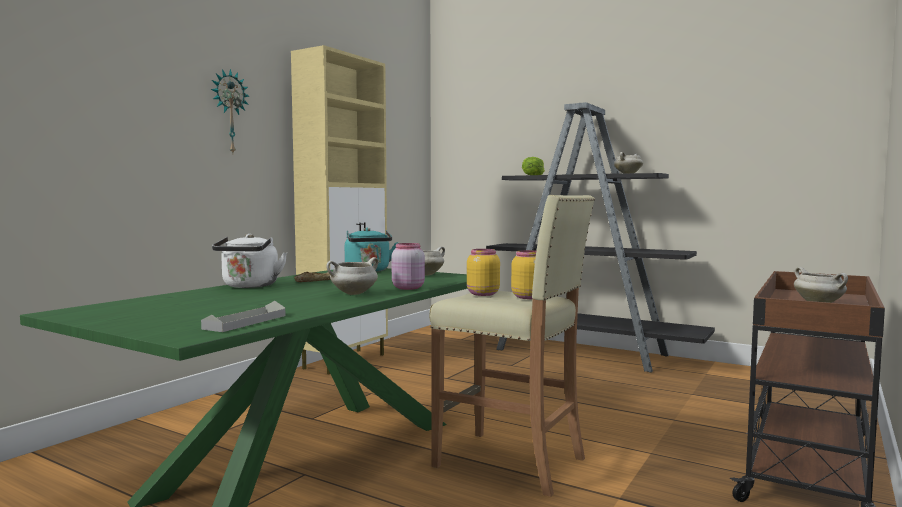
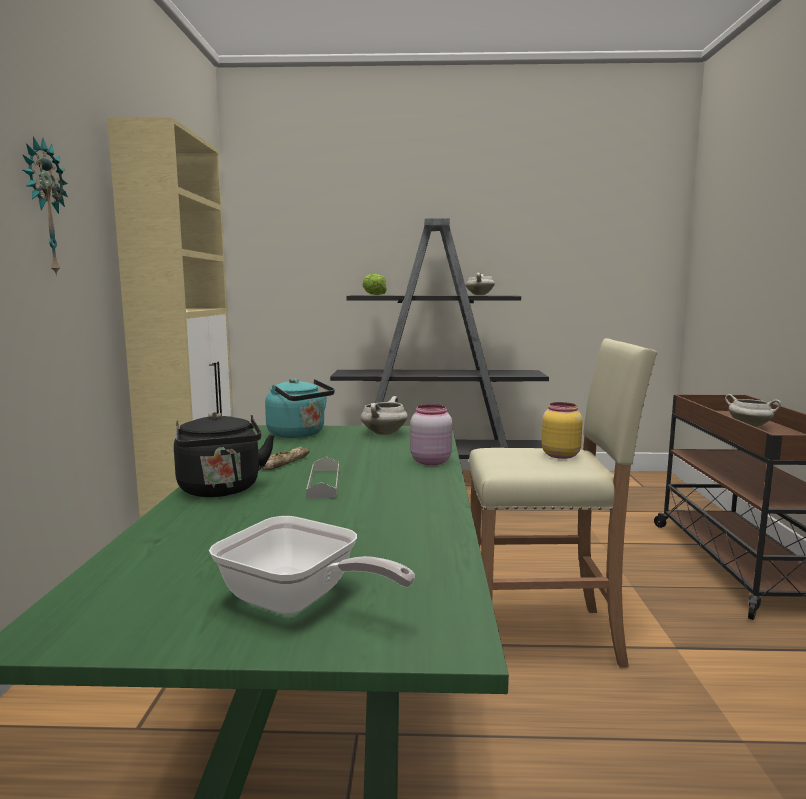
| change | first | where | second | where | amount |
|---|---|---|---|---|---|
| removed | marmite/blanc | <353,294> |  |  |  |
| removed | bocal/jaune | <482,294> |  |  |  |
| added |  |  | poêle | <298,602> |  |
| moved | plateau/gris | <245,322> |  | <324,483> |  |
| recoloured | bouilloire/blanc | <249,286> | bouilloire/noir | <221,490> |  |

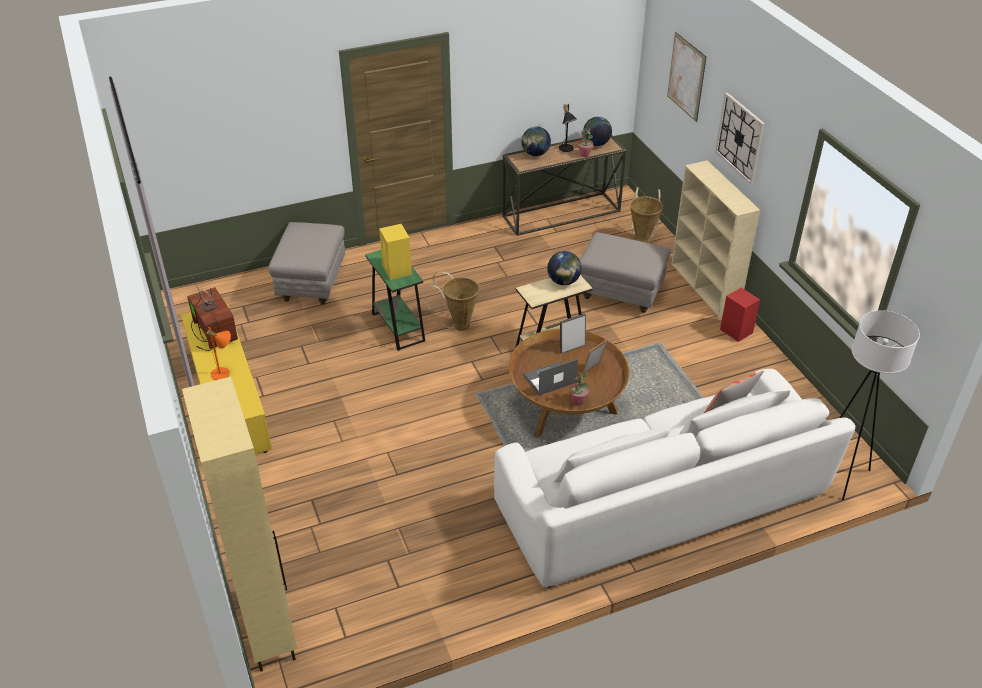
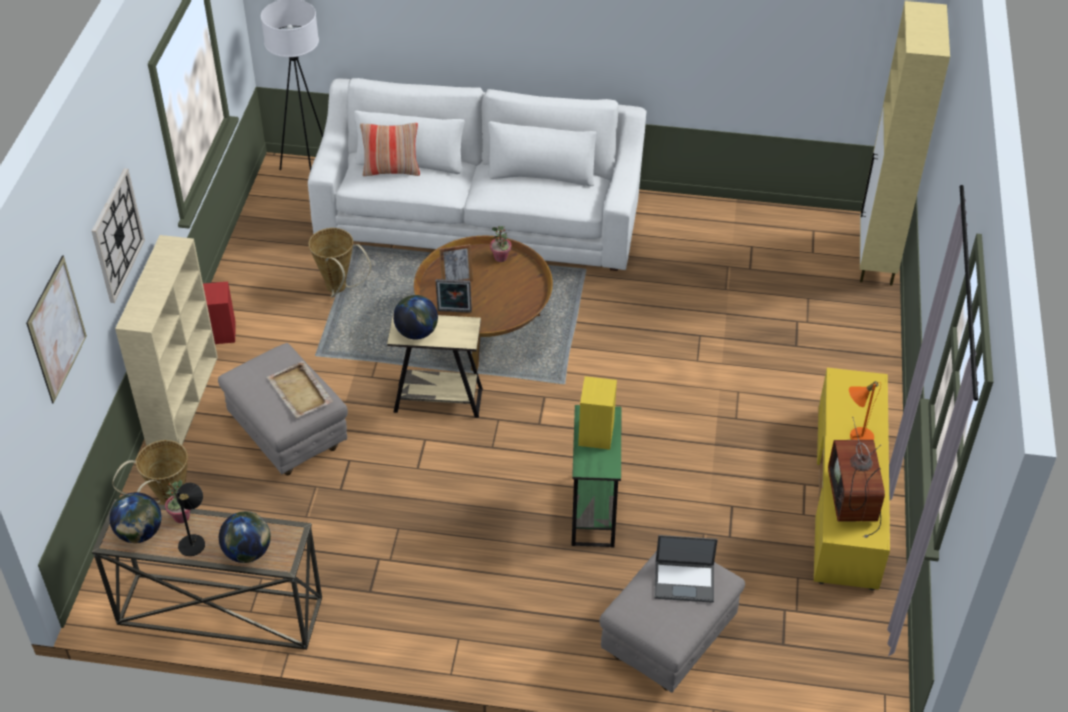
| change | first | where | second | where | amount |
|---|---|---|---|---|---|
| added |  |  | plateau/beige | <300,392> |  |
| moved | panier | <457,325> |  | <339,290> |  |
| moved | ordinateur portable | <549,379> |  | <685,581> |  |

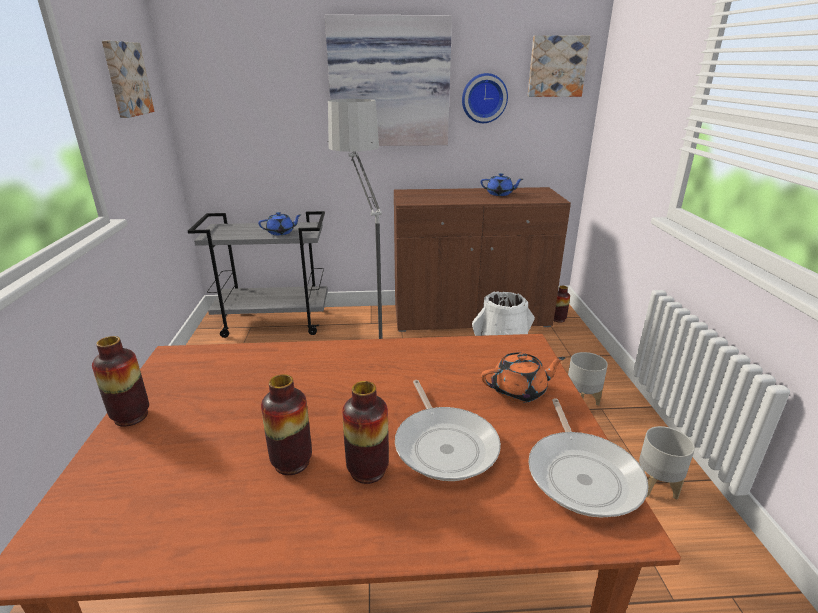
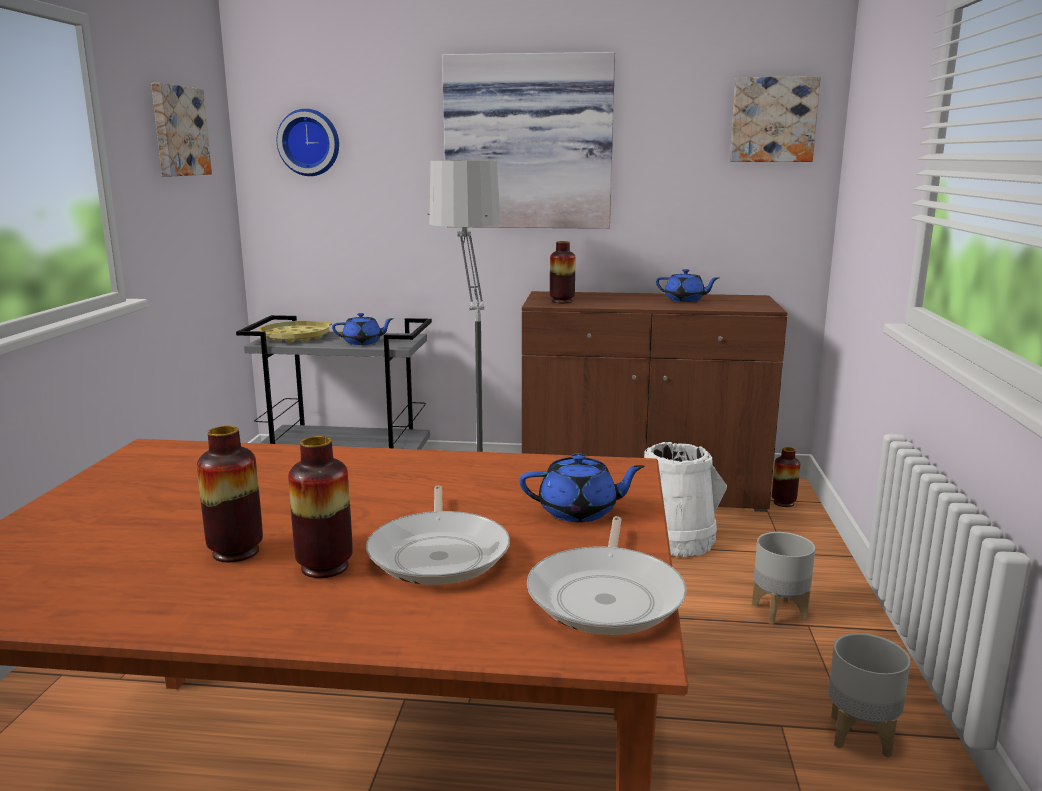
| change | first | where | second | where | amount |
|---|---|---|---|---|---|
| added |  |  | plateau/jaune | <295,337> |  |
| moved | vase | <131,416> |  | <562,301> |  |
| moved | horloge murale | <484,98> |  | <310,142> |  |
| recoloured | théière/orange | <519,391> | théière/bleu | <579,512> |  |

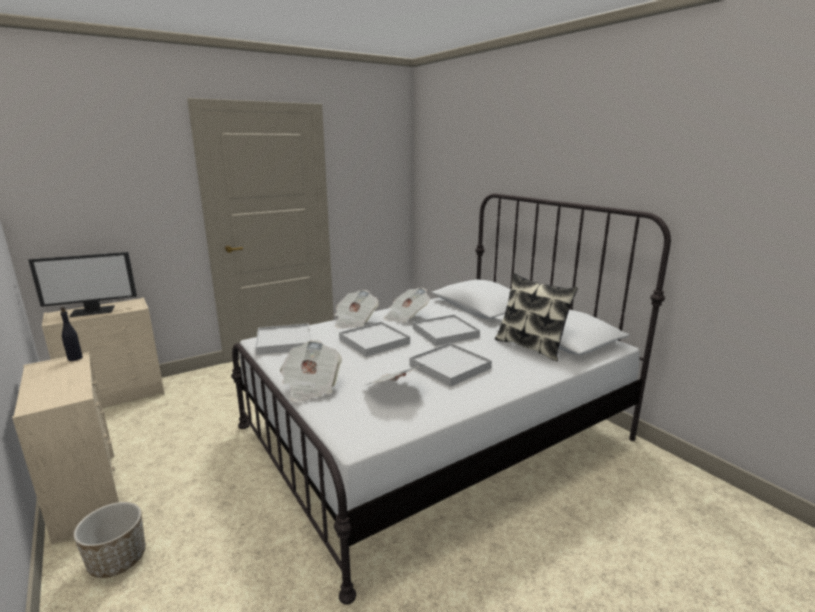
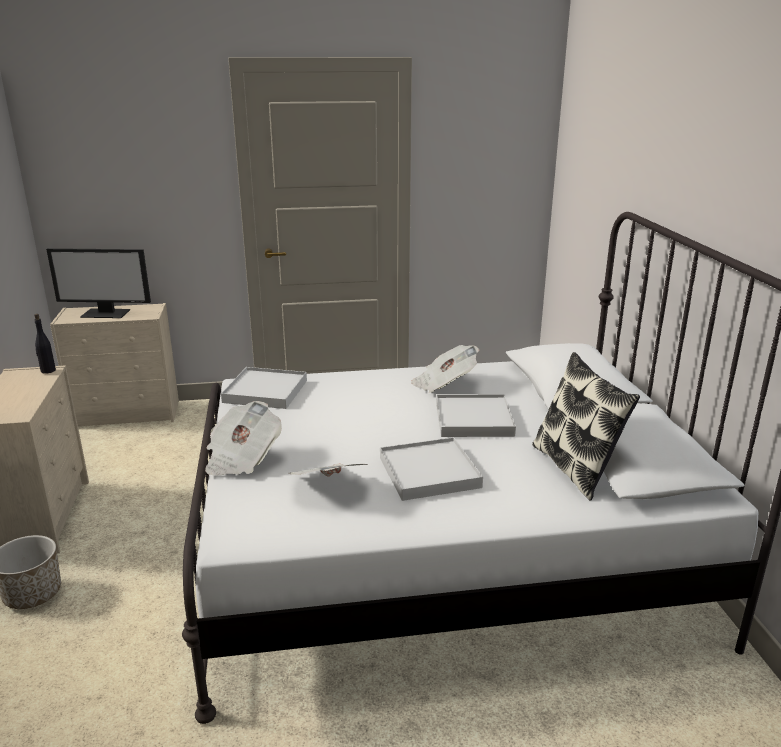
| change | first | where | second | where | amount |
|---|---|---|---|---|---|
| removed | journal | <354,321> |  |  |  |
| removed | plateau/blanc | <374,341> |  |  |  |

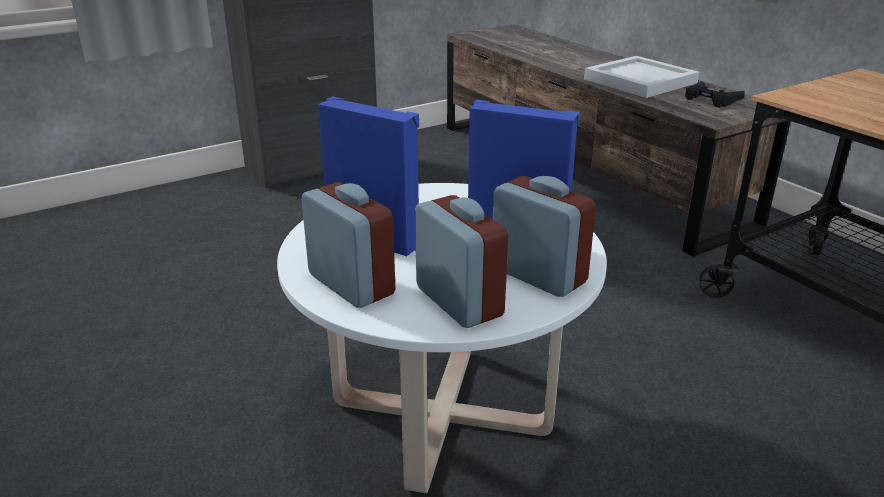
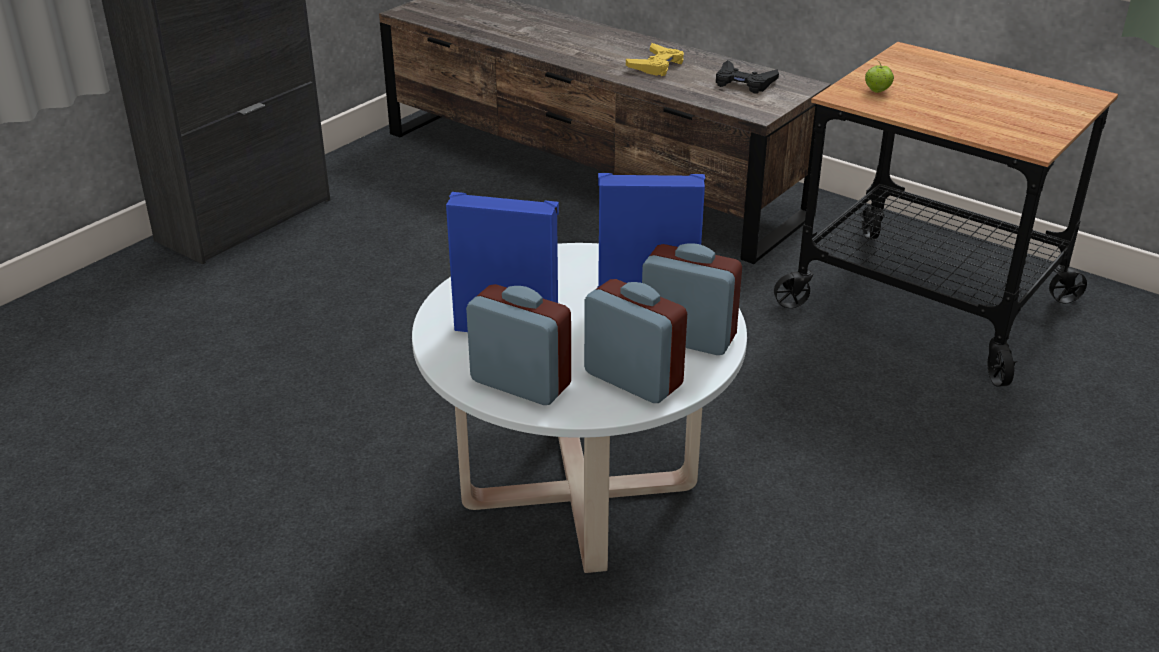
| change | first | where | second | where | amount |
|---|---|---|---|---|---|
| added |  |  | pomme | <877,91> |  |
| replaced | plateau/blanc | <640,81> | manette/jaune | <656,65> |  |

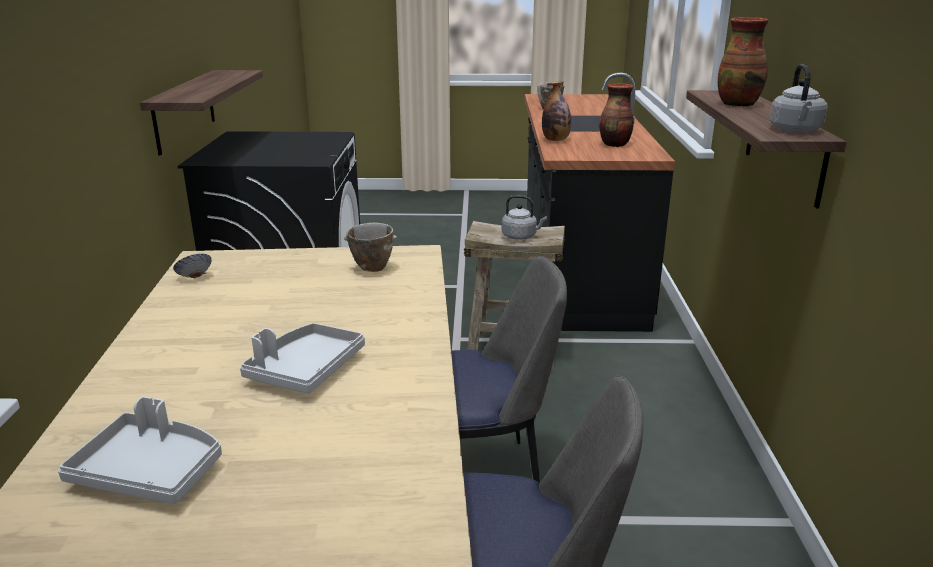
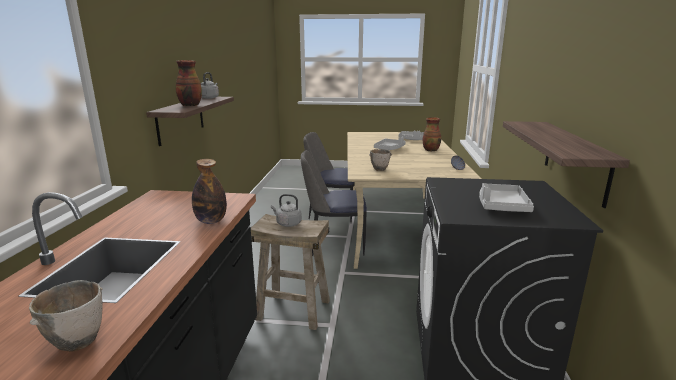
| change | first | where | second | where | amount |
|---|---|---|---|---|---|
| added |  |  | plateau/gris | <501,205> |  |
| moved | vase | <614,145> |  | <430,150> |  |

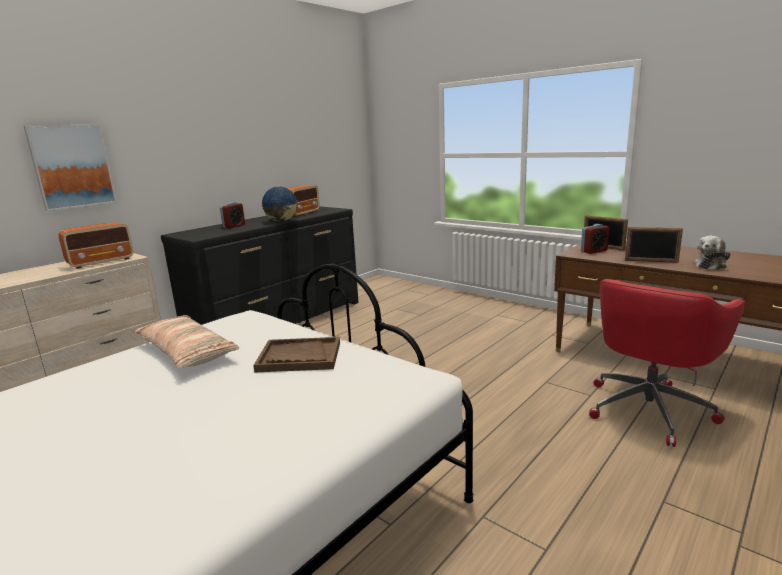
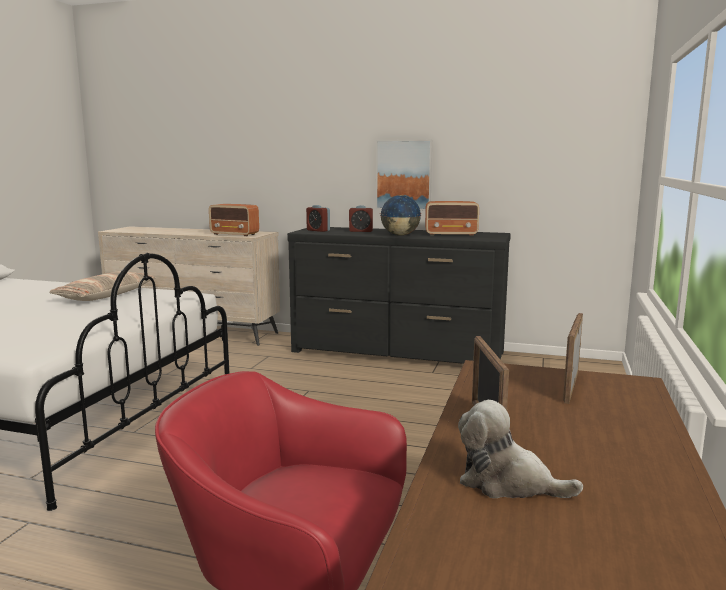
| change | first | where | second | where | amount |
|---|---|---|---|---|---|
| removed | plateau/marron | <299,357> |  |  |  |
| moved | tableau | <72,166> |  | <404,175> |  |
| moved | réveil | <594,251> |  | <318,230> |  |

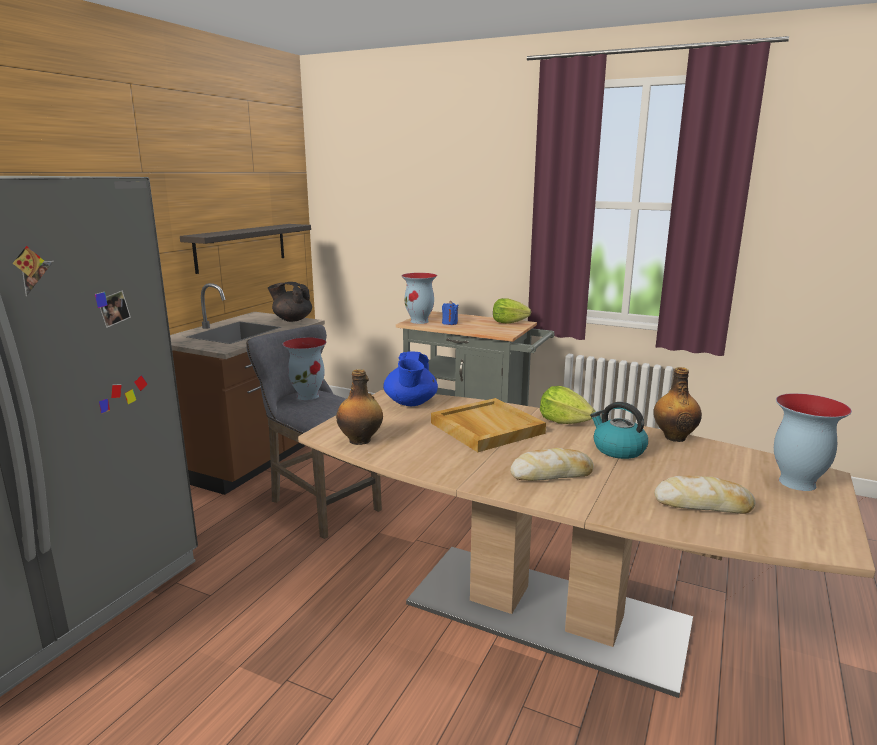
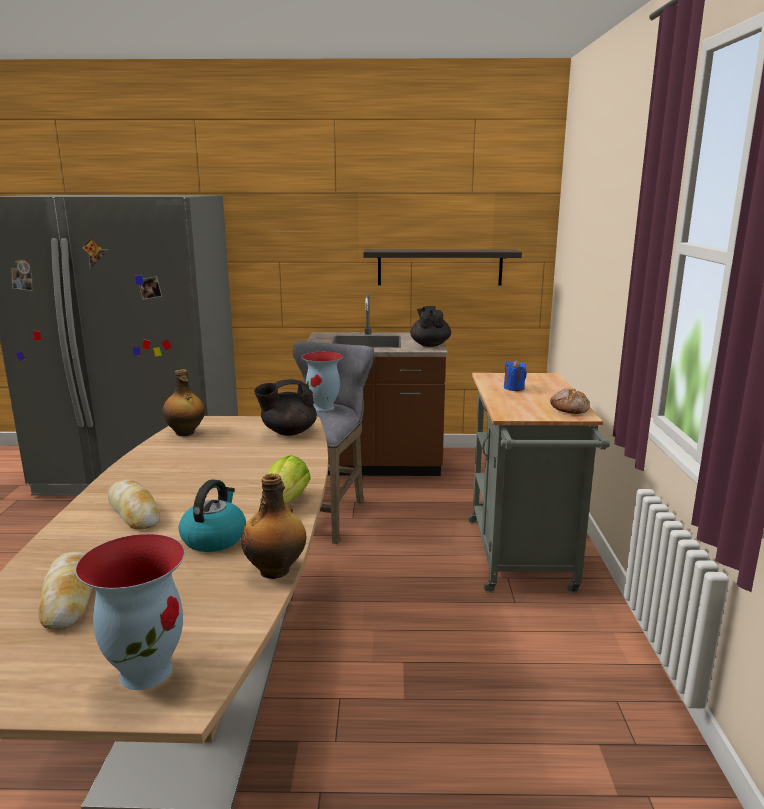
| change | first | where | second | where | amount |
|---|---|---|---|---|---|
| removed | vase | <420,321> |  |  |  |
| removed | plateau/beige | <485,428> |  |  |  |
| replaced | laitue | <508,322> | pain | <570,409> |  |
| recoloured | théière/bleu | <410,403> | théière/noir | <288,432> |  |

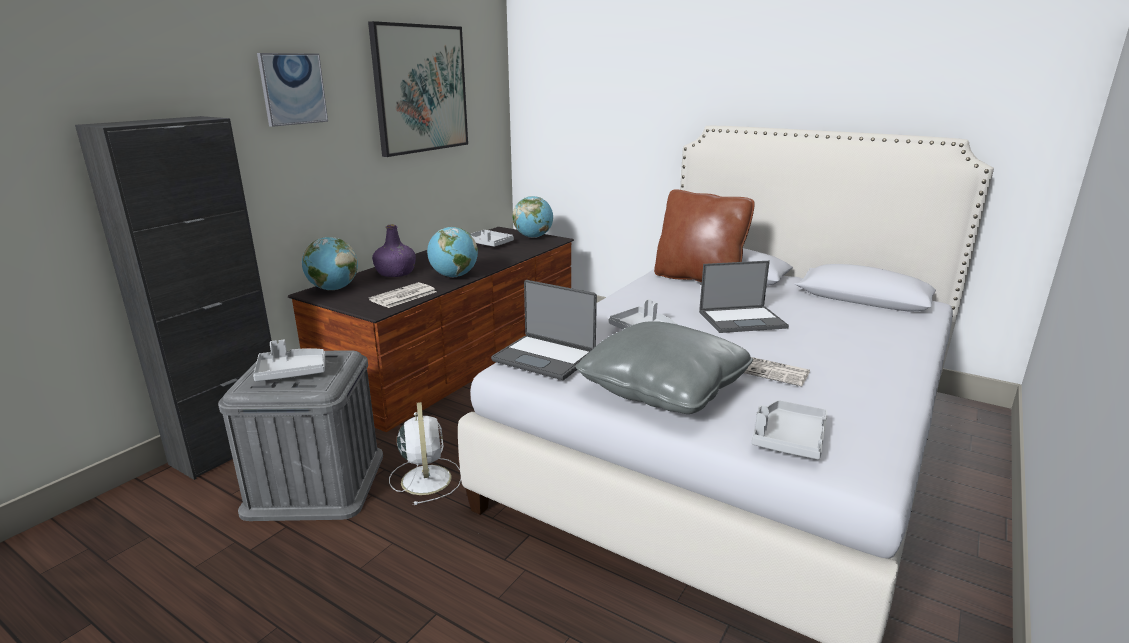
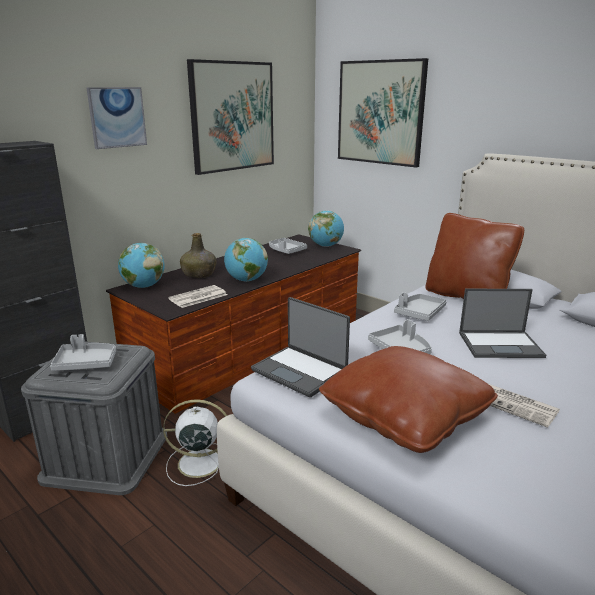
| change | first | where | second | where | amount |
|---|---|---|---|---|---|
| added |  |  | tableau | <380,113> |  |
| moved | plateau/gris | <788,439> |  | <419,313> |  |
| recoloured | bouteille/violet | <396,273> | bouteille/vert | <199,274> |  |
| recoloured | coussin/gris | <663,389> | coussin/marron | <405,416> |  |
| turned | ventilateur/blanc | <426,478> |  | <197,463> | 90 degrees counterclockwise |

